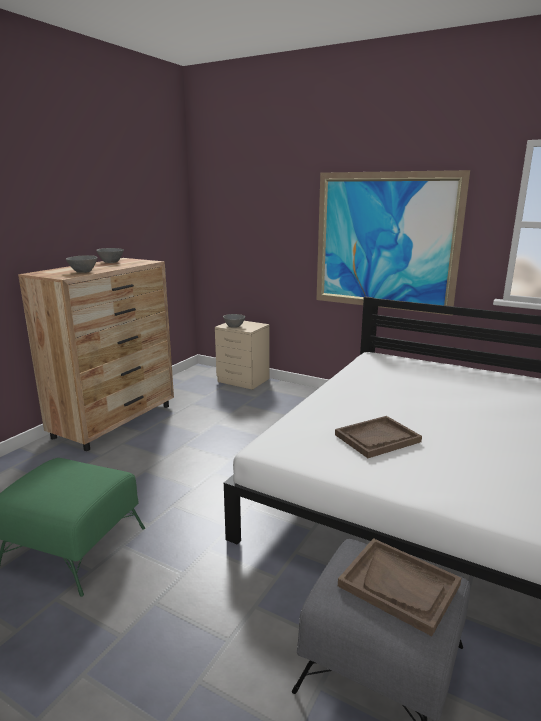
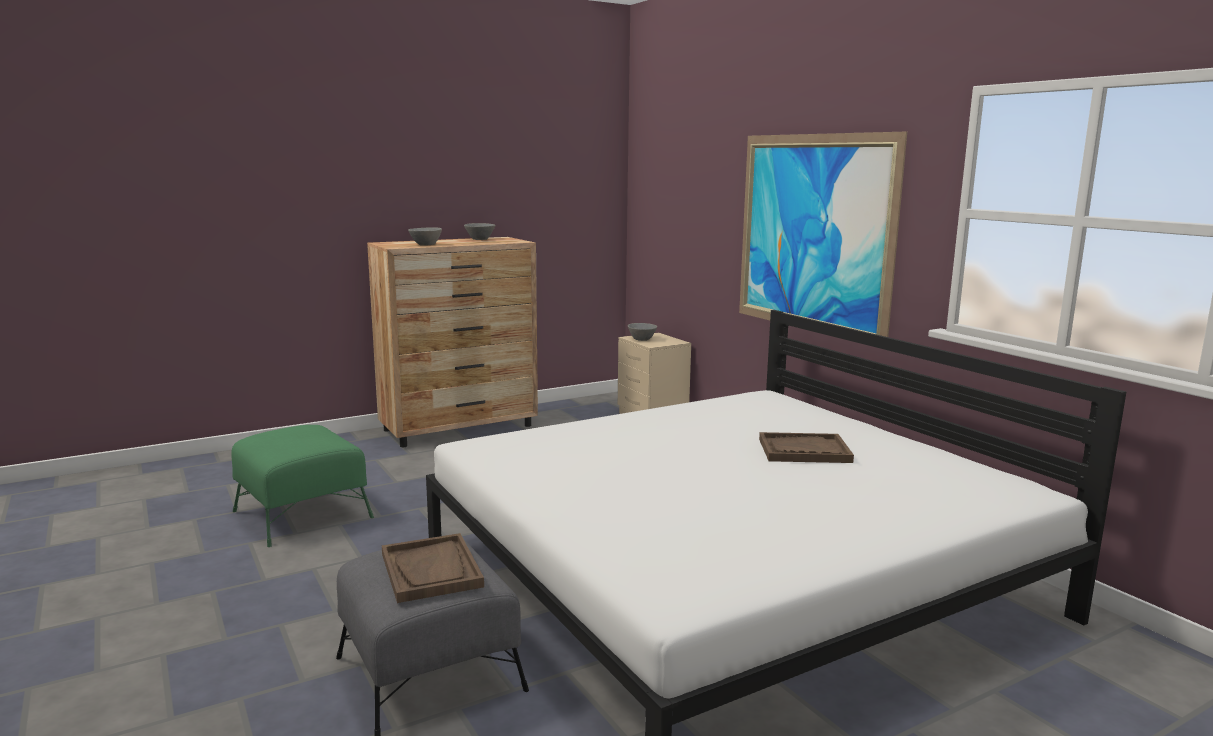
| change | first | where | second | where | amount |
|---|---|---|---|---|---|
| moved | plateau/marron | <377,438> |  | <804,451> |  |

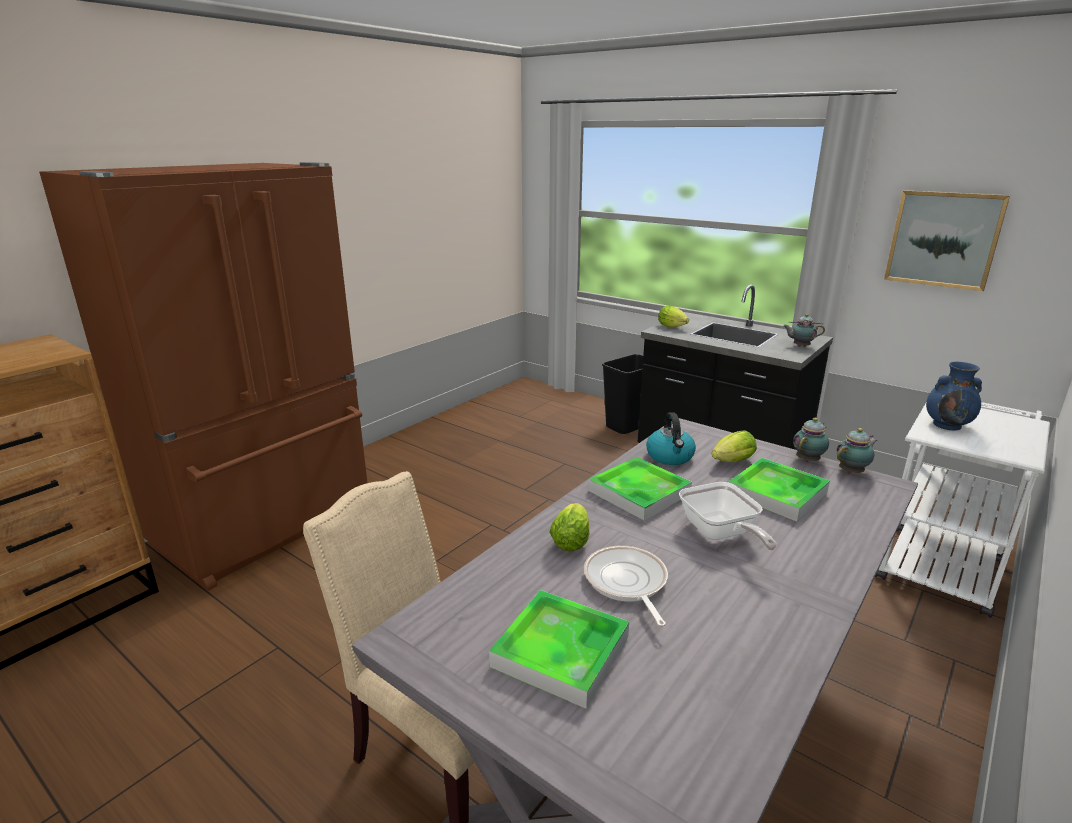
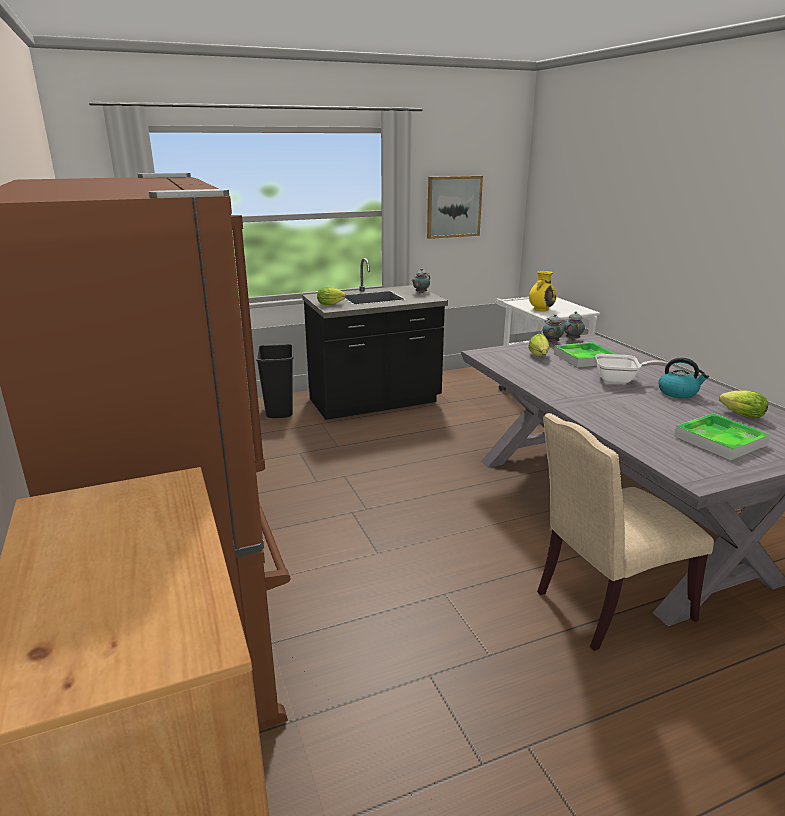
| change | first | where | second | where | amount |
|---|---|---|---|---|---|
| removed | poêle | <626,583> |  |  |  |
| removed | plateau | <639,492> |  |  |  |
| moved | laitue | <571,539> |  | <739,415> |  |
| moved | bouilloire | <670,457> |  | <678,392> |  |
| recoloured | vase/bleu | <948,425> | vase/jaune | <541,309> |  |

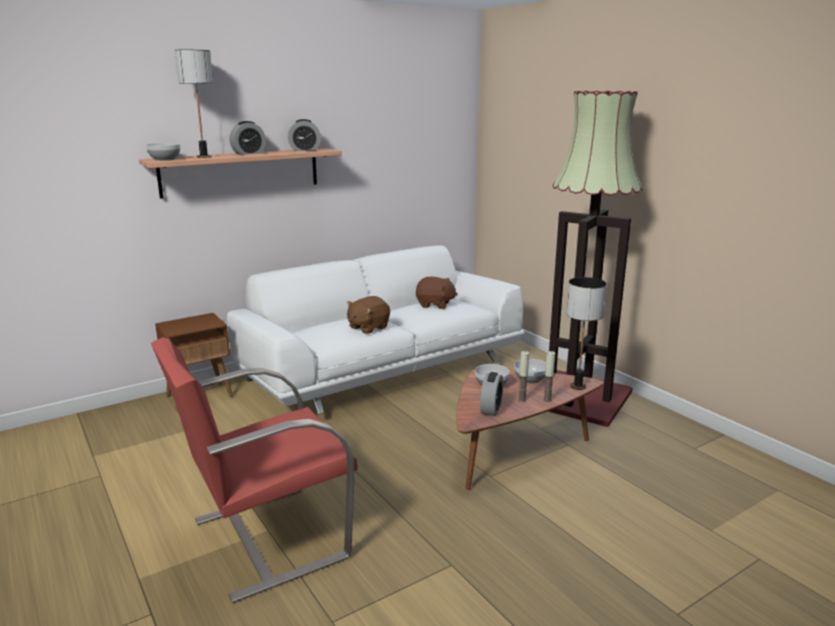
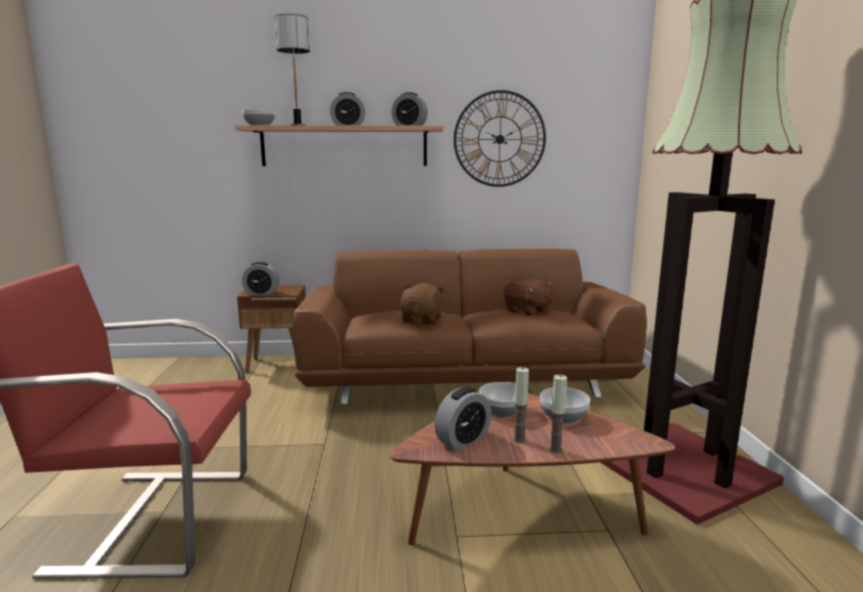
| change | first | where | second | where | amount |
|---|---|---|---|---|---|
| removed | lampe de table | <578,386> |  |  |  |
| added |  |  | réveil | <261,293> |  |
| added |  |  | horloge murale | <499,139> |  |
| recoloured | canapé/blanc | <382,371> | canapé/marron | <463,379> |  |
| turned | peluche/marron | <368,327> |  | <422,320> | 120 degrees clockwise |

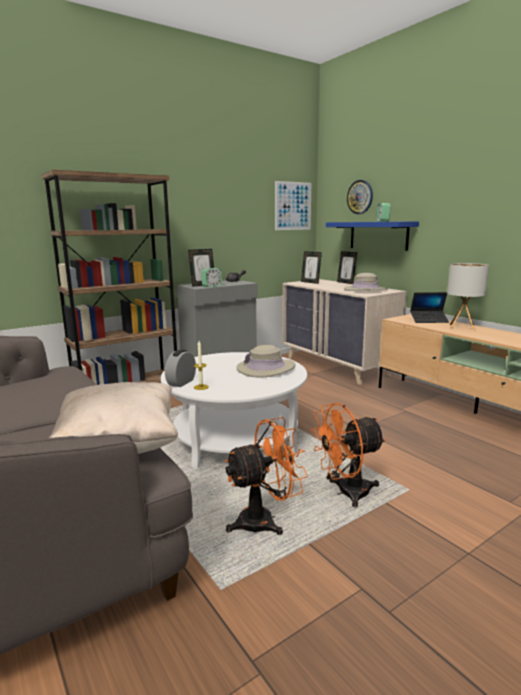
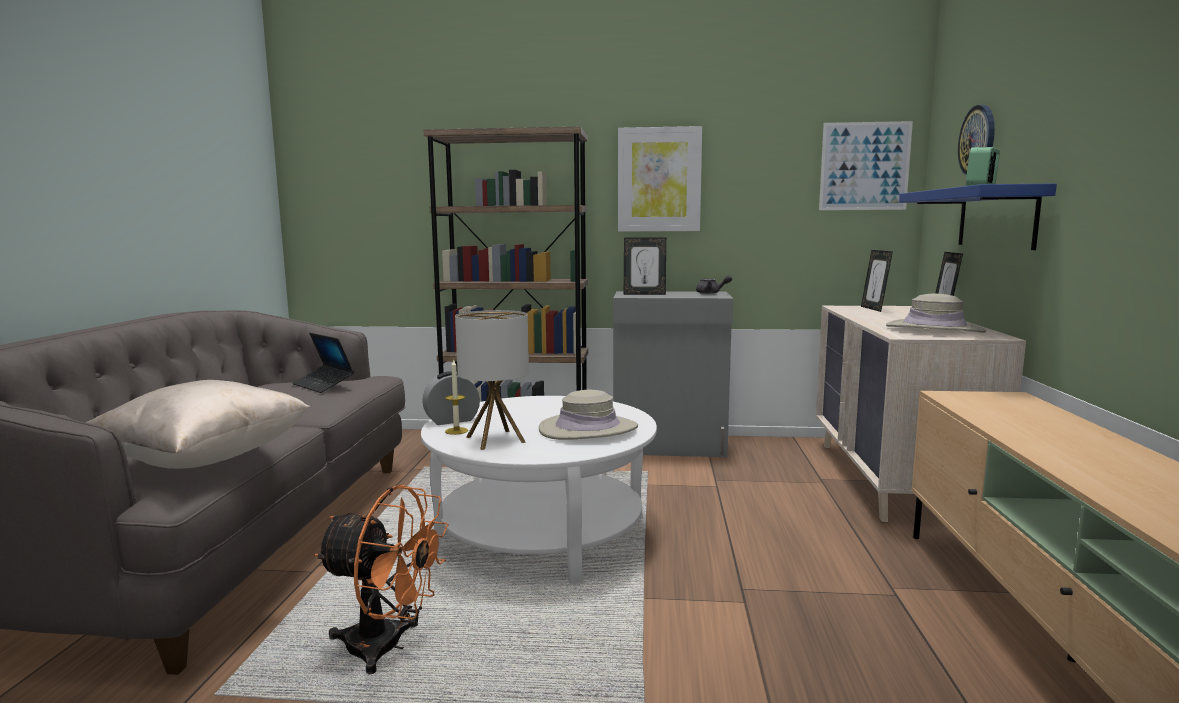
| change | first | where | second | where | amount |
|---|---|---|---|---|---|
| removed | réveil | <212,286> |  |  |  |
| removed | ventilateur/orange | <346,493> |  |  |  |
| added |  |  | tableau | <659,180> |  |
| moved | ordinateur portable | <429,320> |  | <323,385> |  |
| moved | lampe de table | <461,327> |  | <495,439> |  |

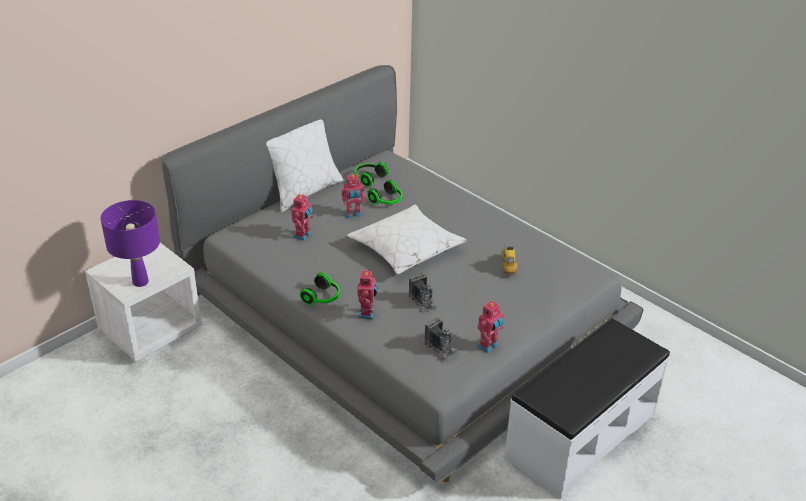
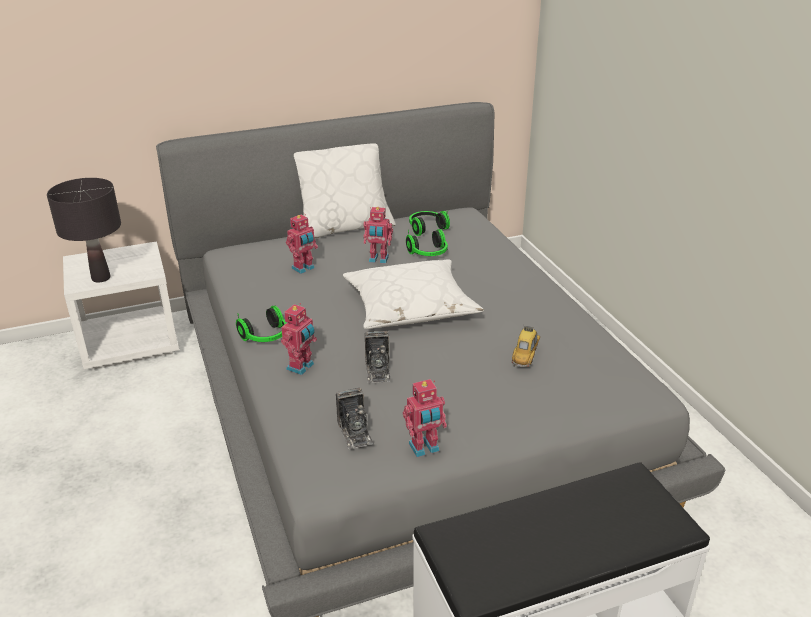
| change | first | where | second | where | amount |
|---|---|---|---|---|---|
| recoloured | lampe de table/violet | <141,282> | lampe de table/noir | <101,278> |  |

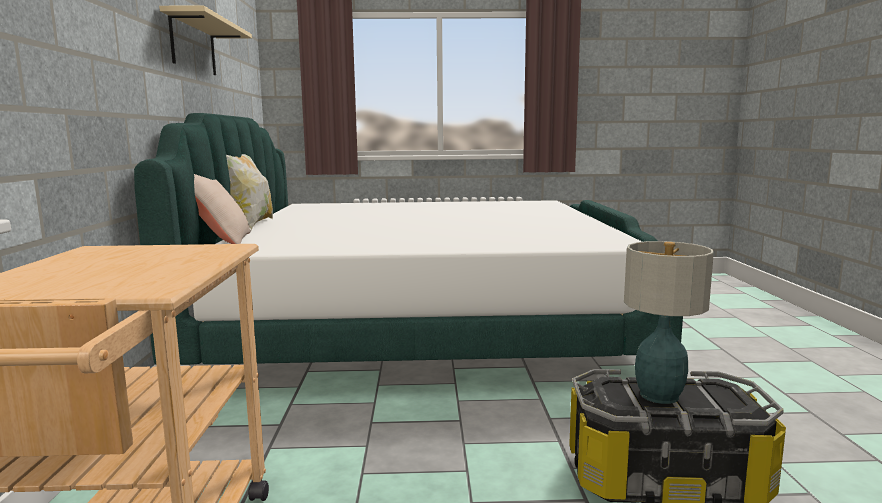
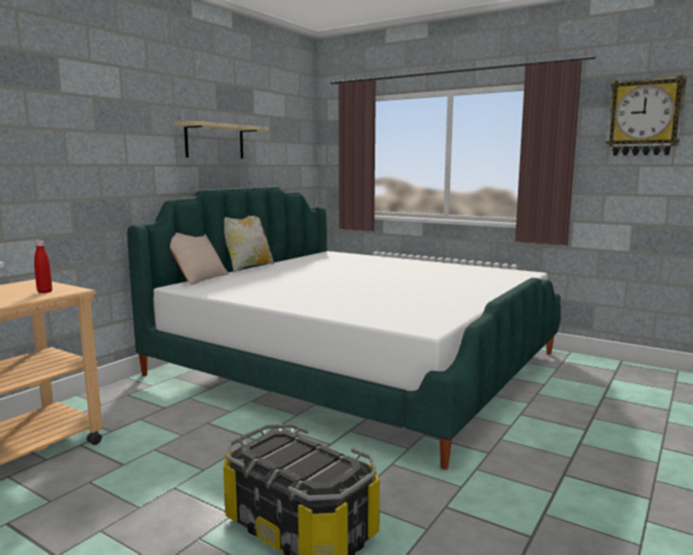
| change | first | where | second | where | amount |
|---|---|---|---|---|---|
| removed | lampe de table | <659,396> |  |  |  |
| added |  |  | bouteille/rouge | <44,292> |  |
| added |  |  | horloge murale | <644,117> |  |

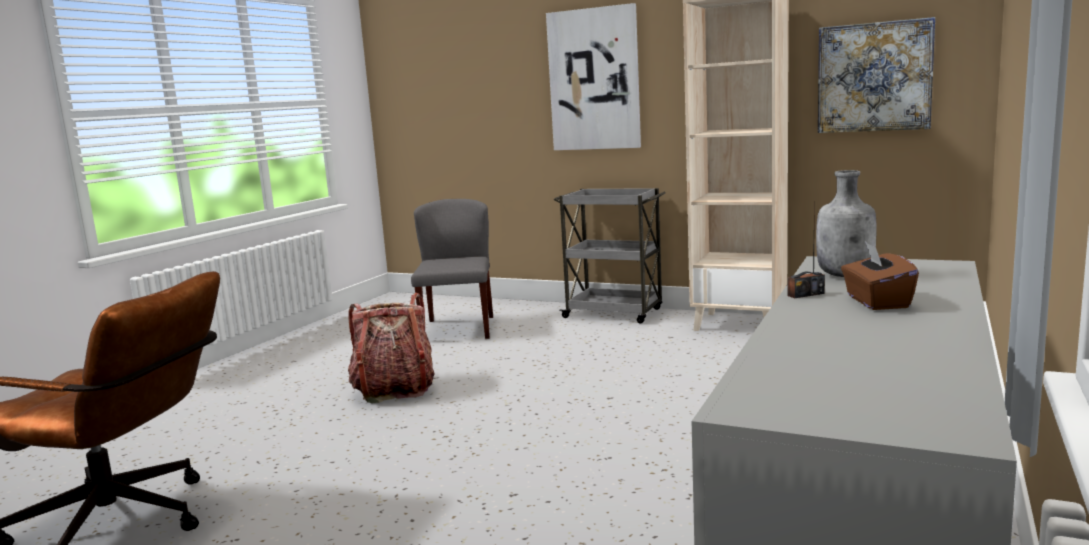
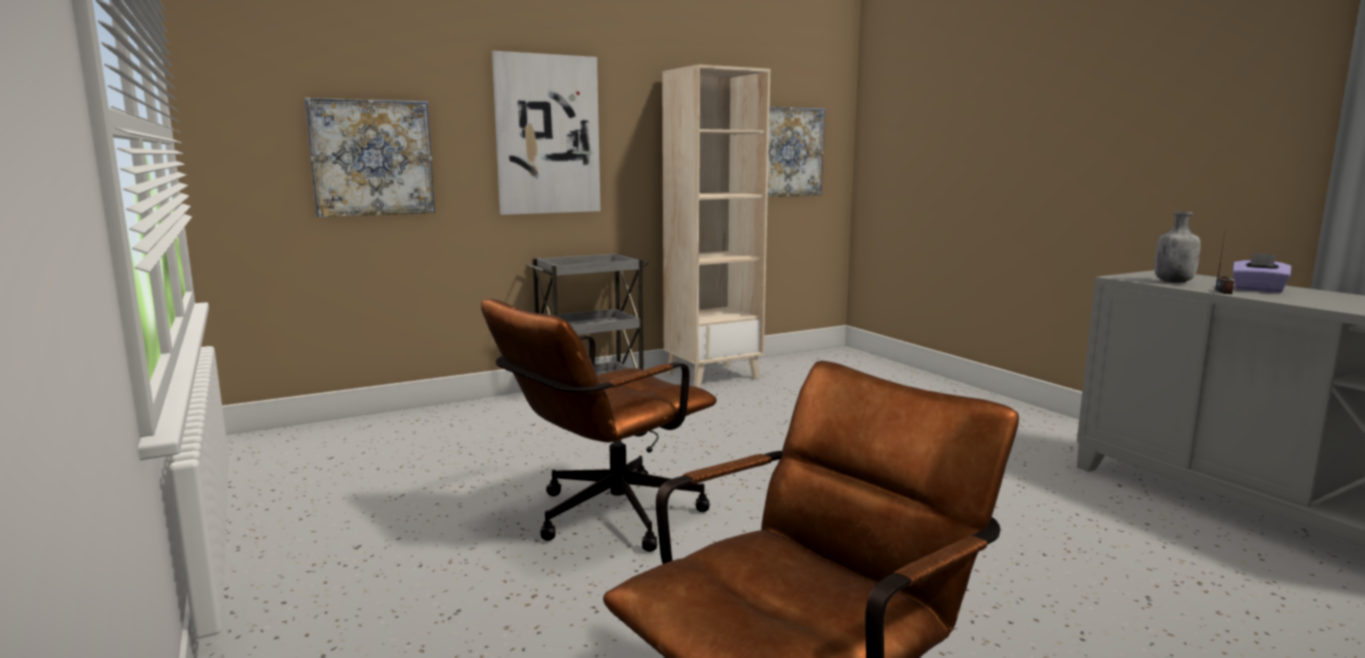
| change | first | where | second | where | amount |
|---|---|---|---|---|---|
| removed | chaise/gris | <458,329> |  |  |  |
| added |  |  | tableau | <372,158> |  |
| replaced | sac à dos | <394,390> | chaise de bureau/marron | <604,518> |  |
| recoloured | boîte à mouchoirs/marron | <876,302> | boîte à mouchoirs/violet | <1258,290> |  |

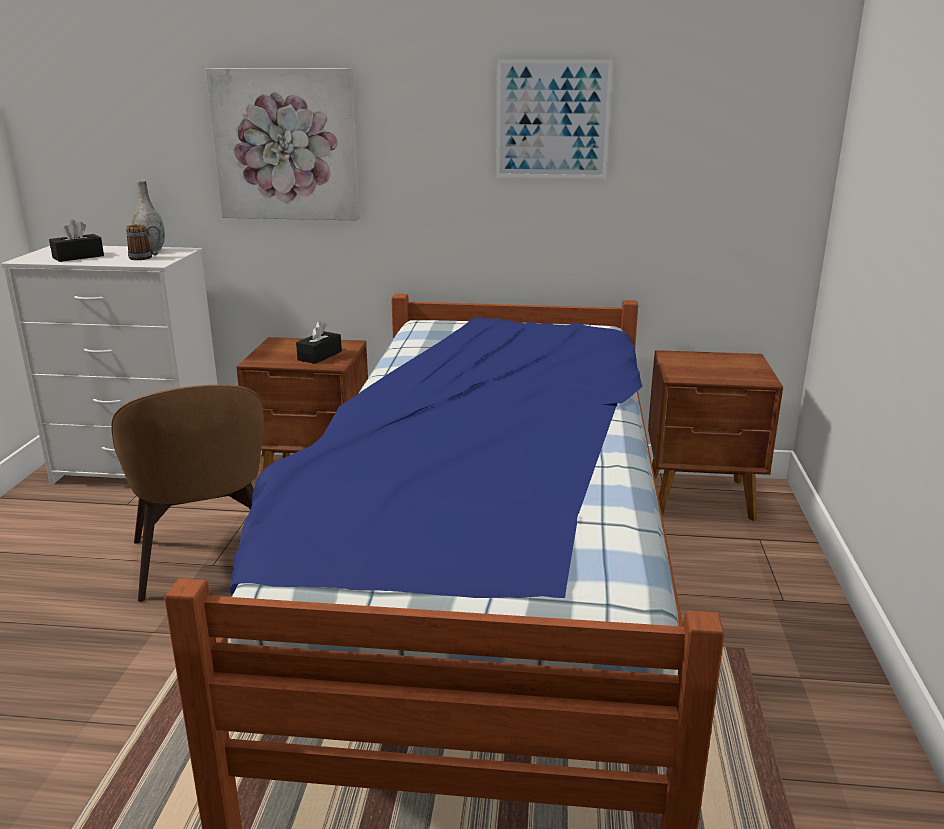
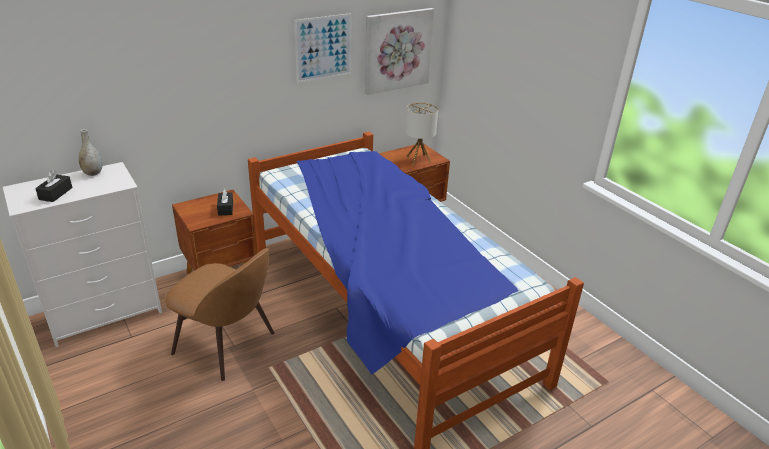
| change | first | where | second | where | amount |
|---|---|---|---|---|---|
| removed | mug | <146,257> |  |  |  |
| added |  |  | lampe de table | <418,159> |  |
| moved | tableau | <286,145> |  | <397,50> |  |

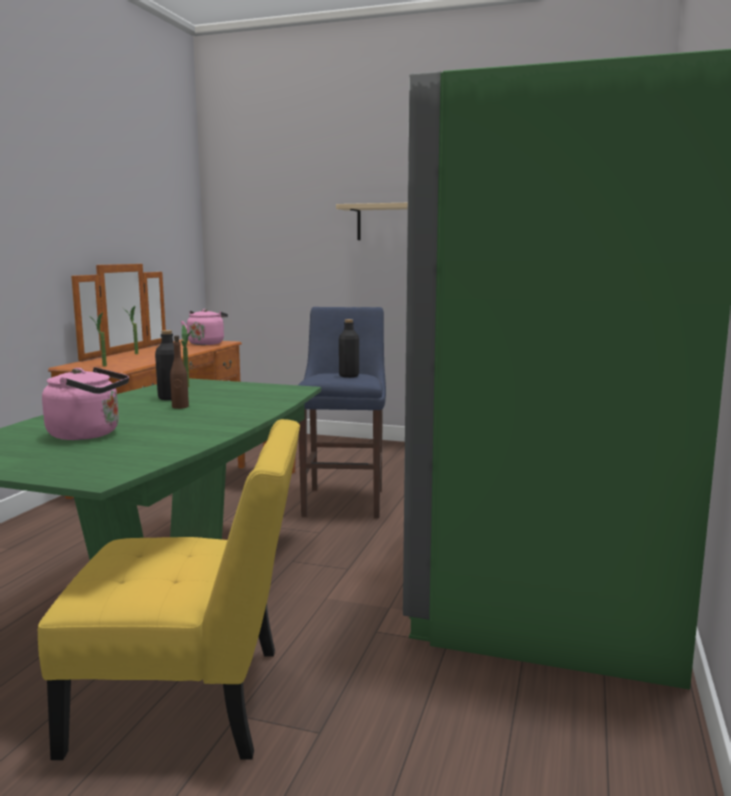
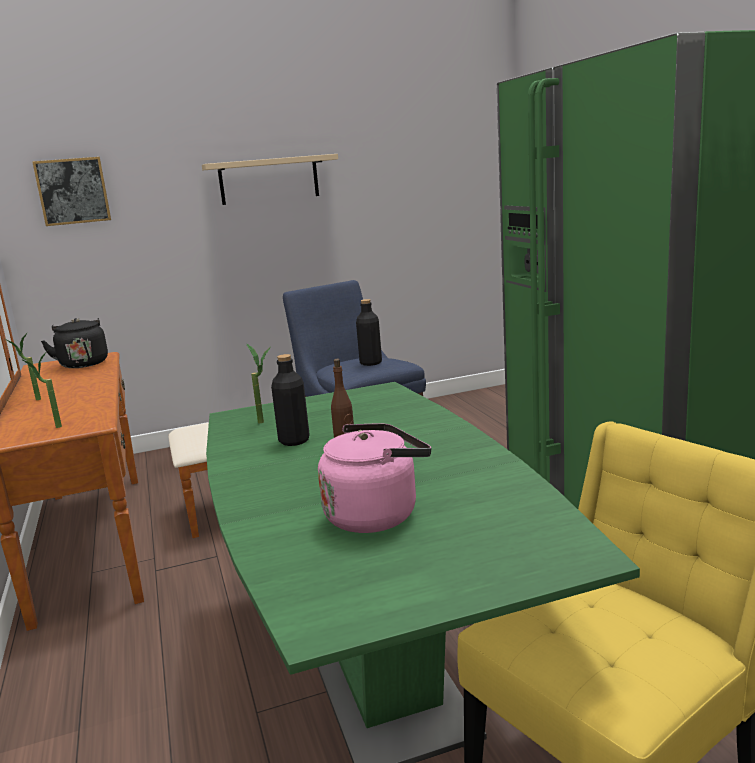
| change | first | where | second | where | amount |
|---|---|---|---|---|---|
| added |  |  | tableau | <73,191> |  |
| recoloured | bouilloire/rose | <206,343> | bouilloire/noir | <83,363> |  |

